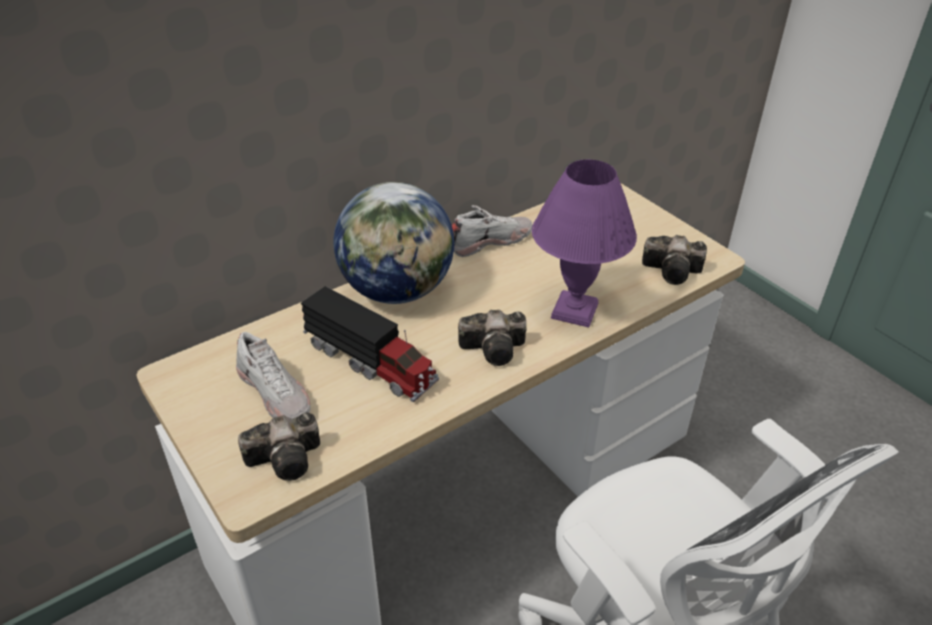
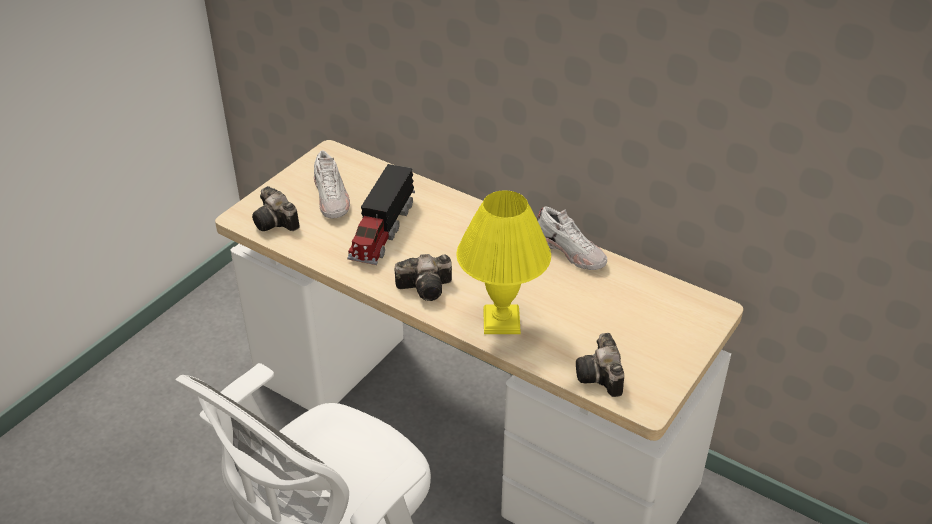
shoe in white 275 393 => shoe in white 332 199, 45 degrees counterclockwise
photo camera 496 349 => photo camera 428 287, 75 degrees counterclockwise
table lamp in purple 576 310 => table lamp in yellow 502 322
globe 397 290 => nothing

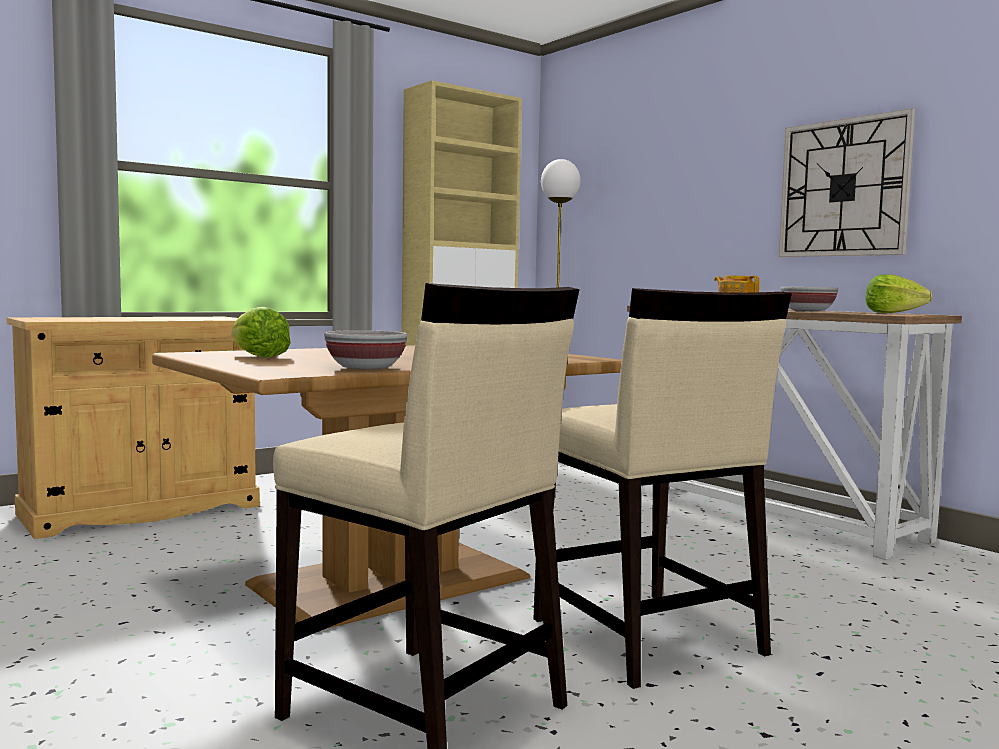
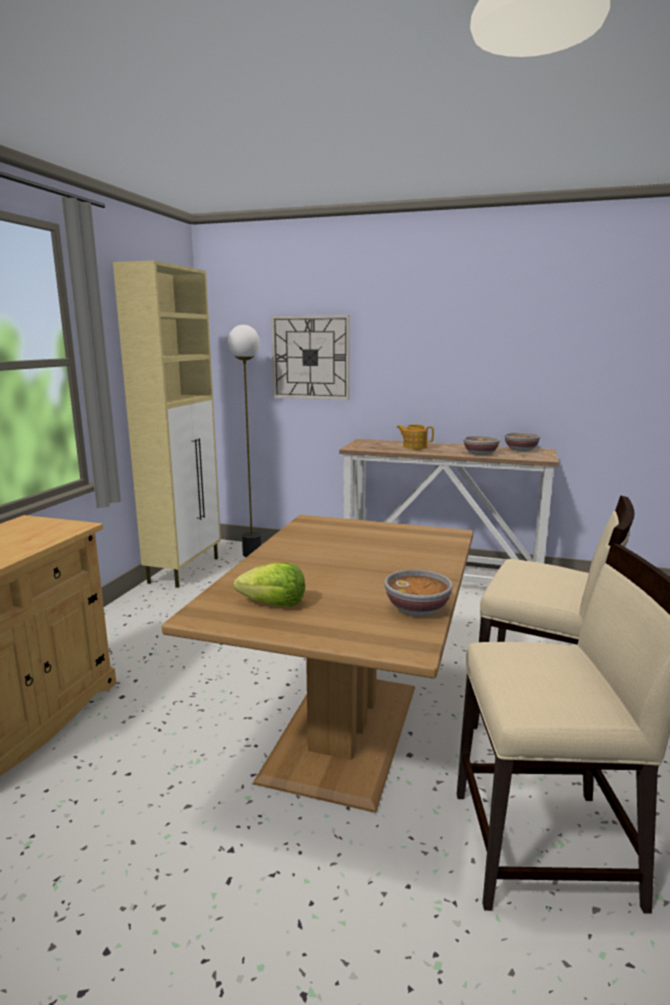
wall clock 844 188 => wall clock 310 357, move
lettuce 893 313 => bowl 520 449

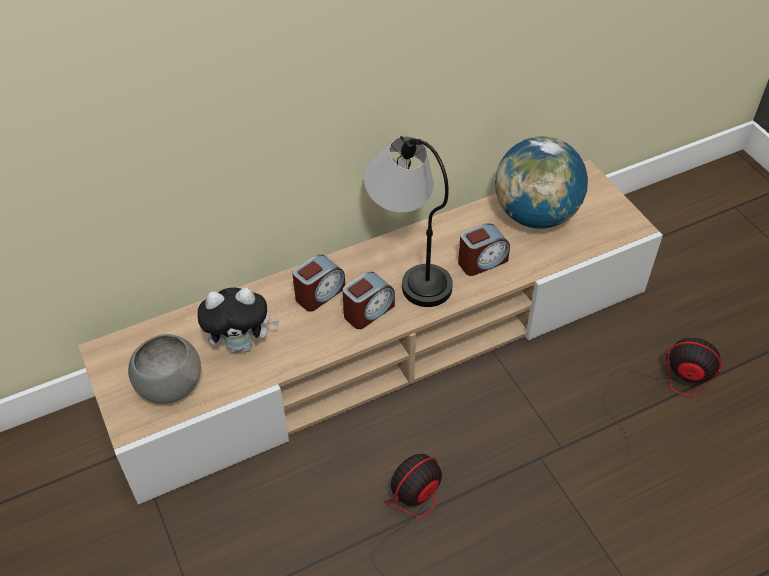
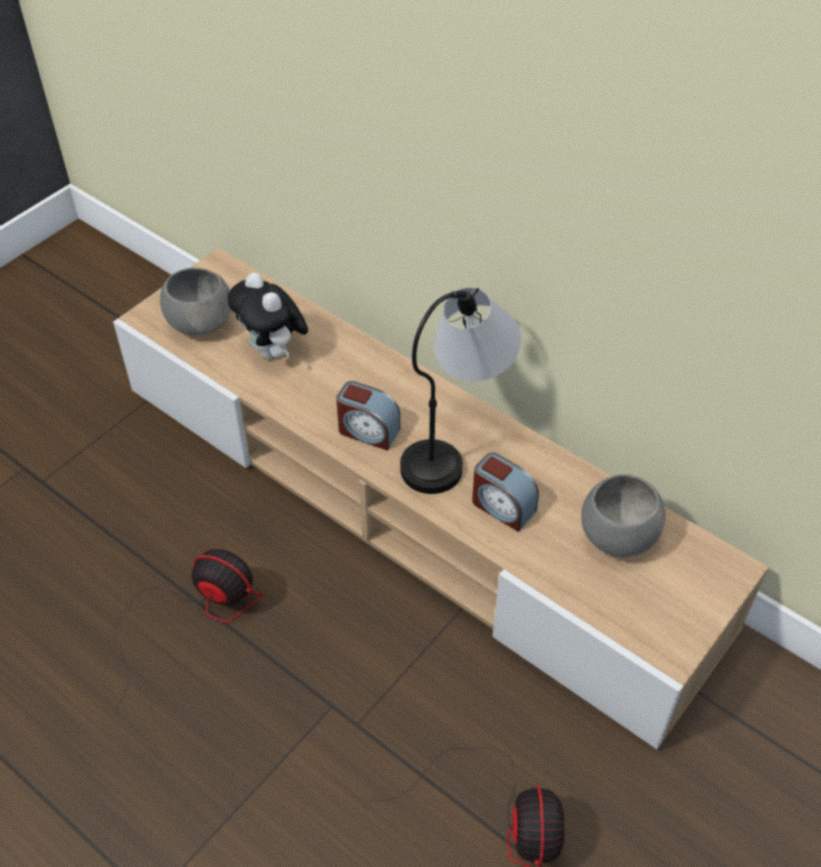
globe 535 215 => bowl in grey 616 536
alarm clock 319 294 => nothing

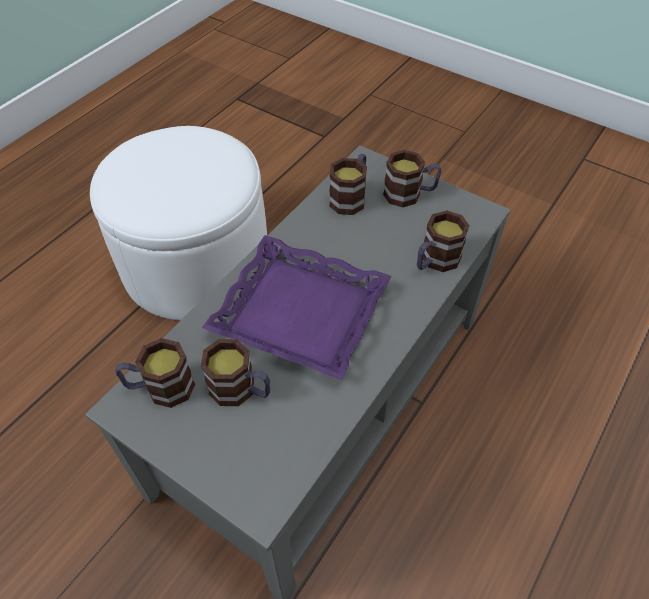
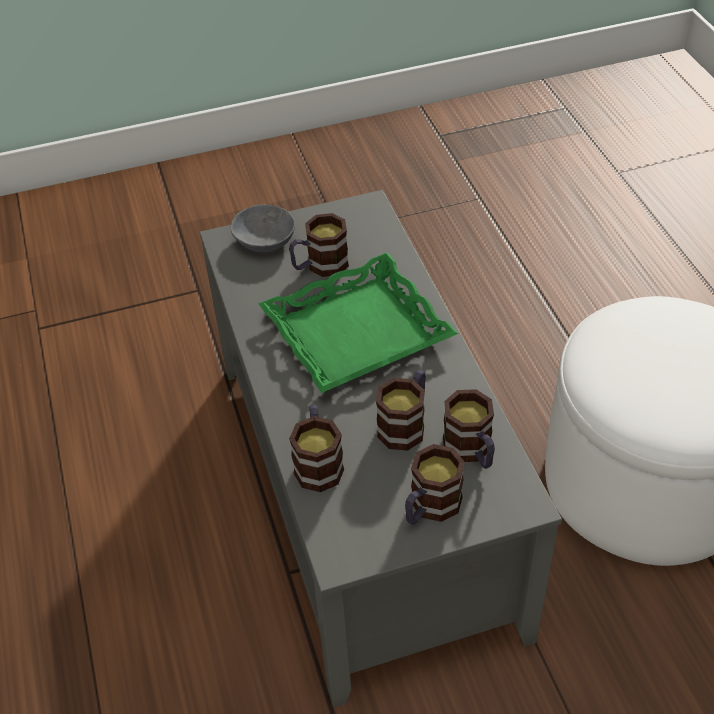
nothing => bowl in grey 262 241
tray in purple 299 313 => tray in green 356 331
mug 160 388 => mug 406 424, move

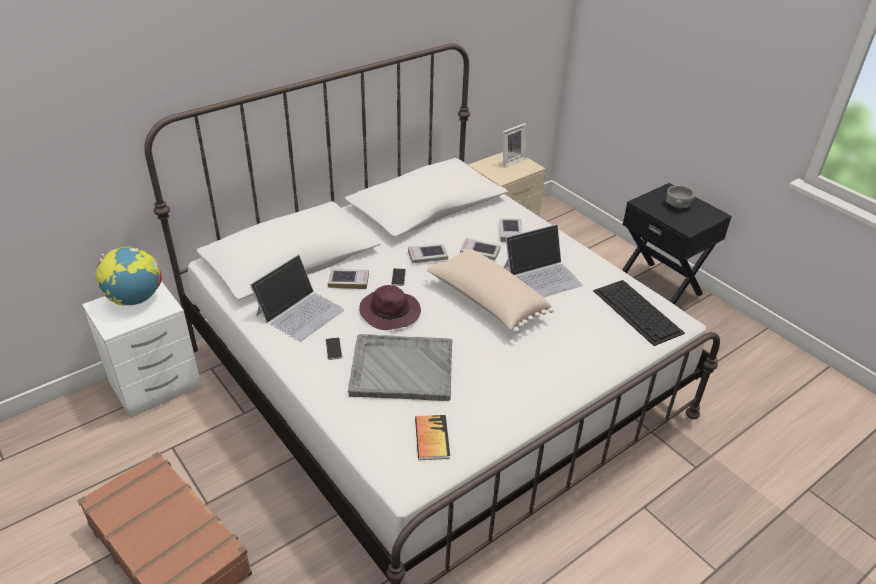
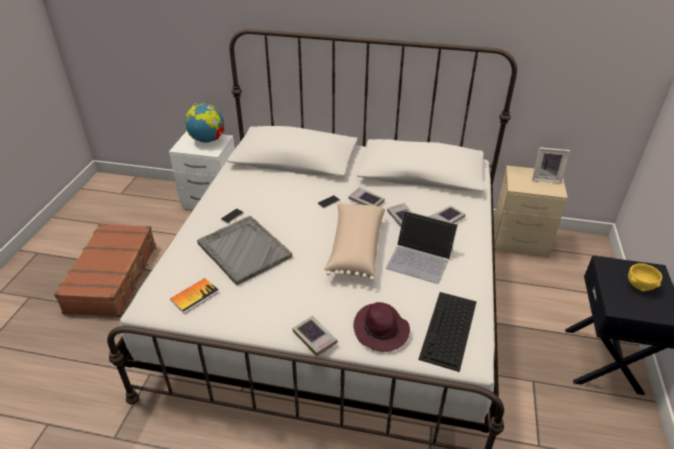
book 349 281 => book 314 338, move
hat in purple 391 313 => hat in purple 381 330, move
bowl in grey 677 205 => bowl in yellow 640 285
laptop 300 312 => nothing

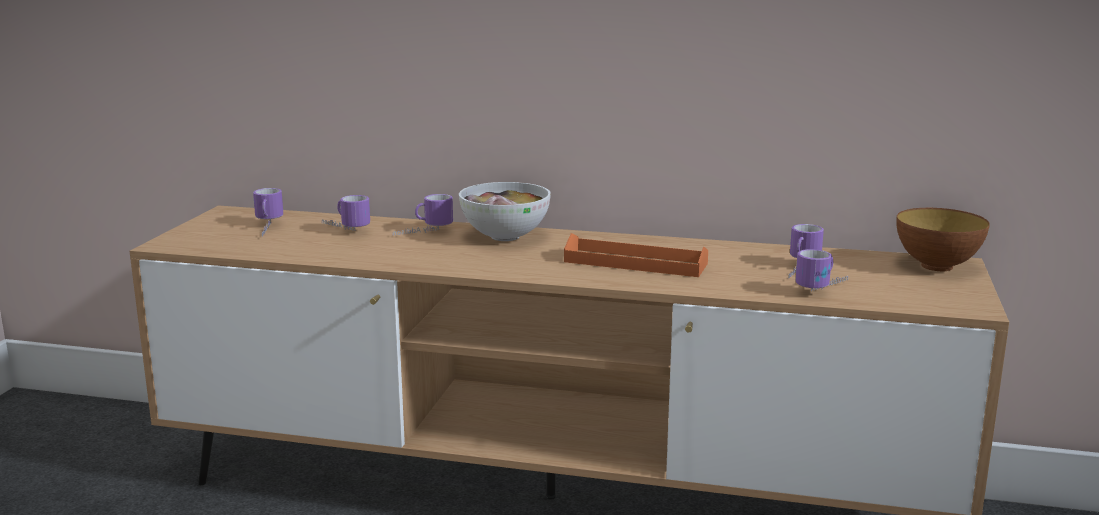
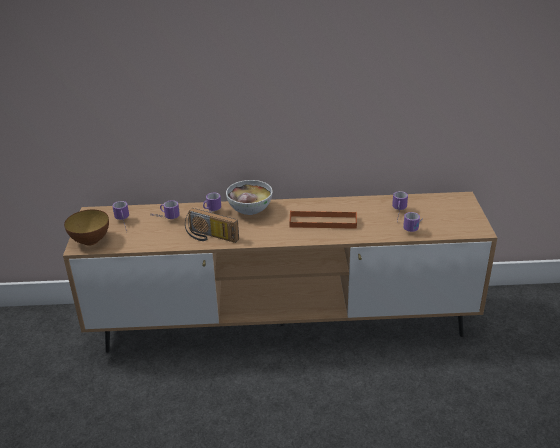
bowl 937 266 => bowl 90 241, move
nothing => radio 210 237

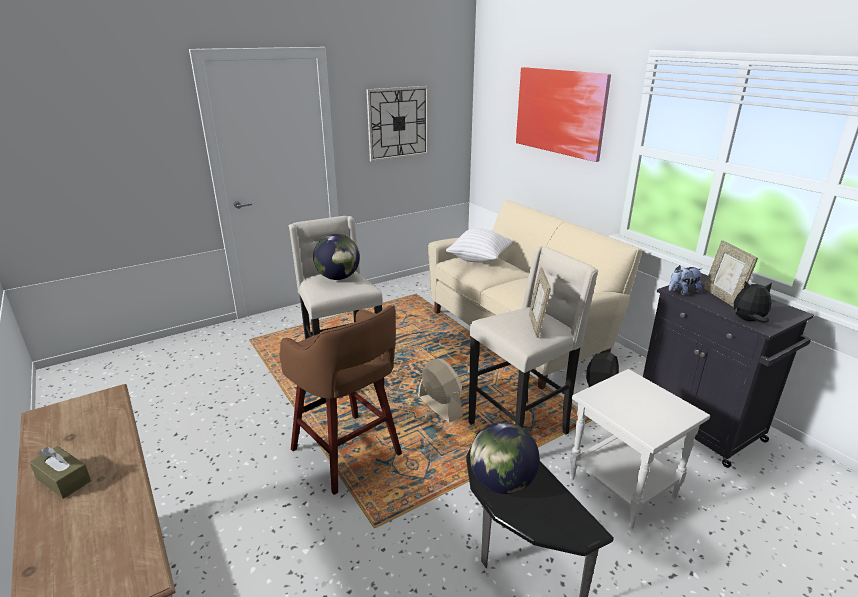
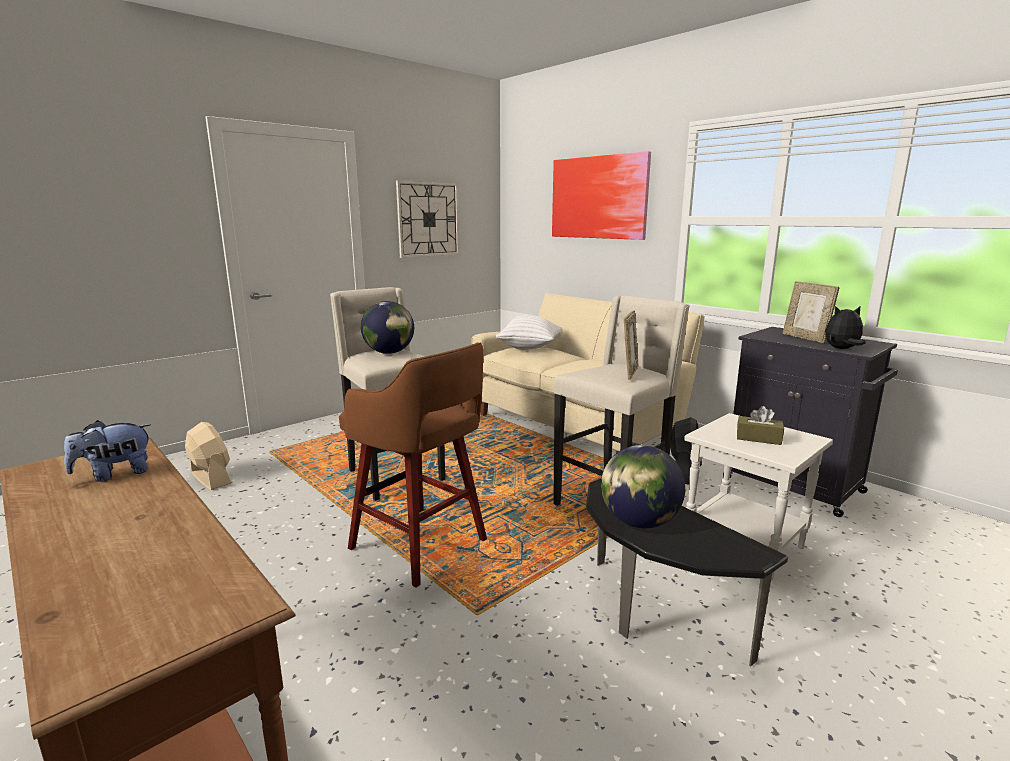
plush toy 682 292 => plush toy 115 474, move
fan in beige 439 406 => fan in beige 210 478, move
picture frame 536 326 => picture frame 629 373, 150 degrees counterclockwise
tissue box in brown 63 480 => tissue box in brown 758 438, move

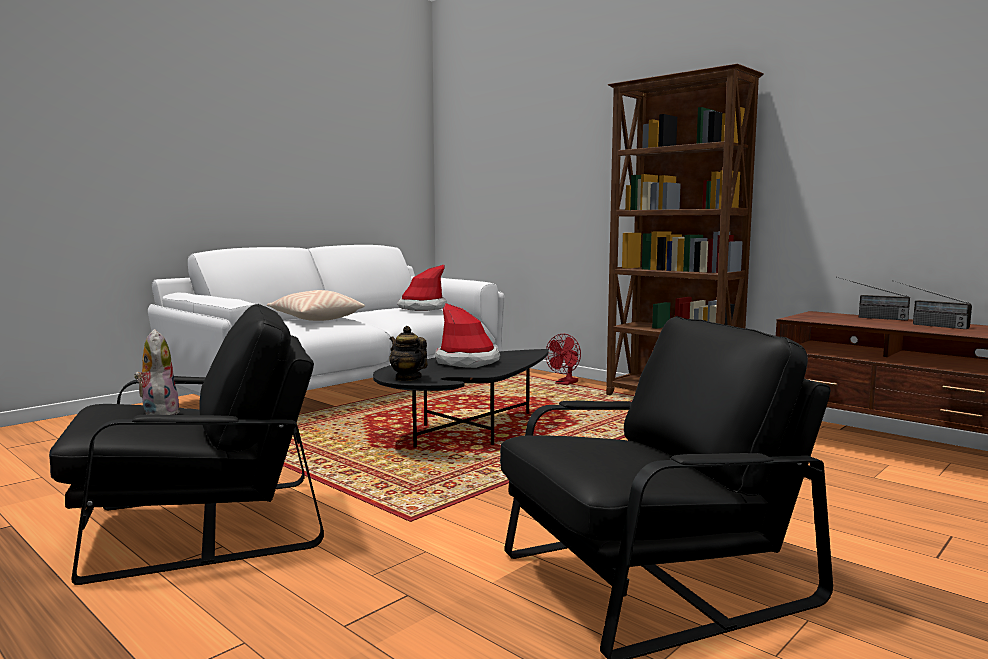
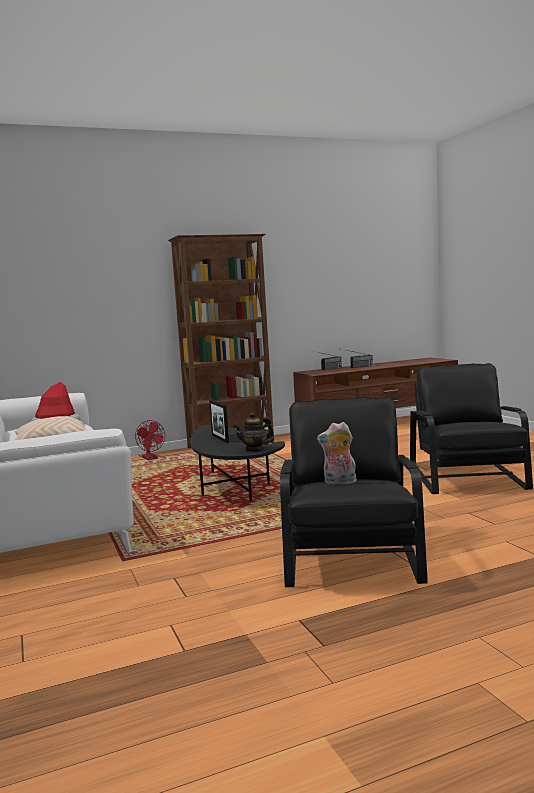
hat 467 362 => picture frame 220 438

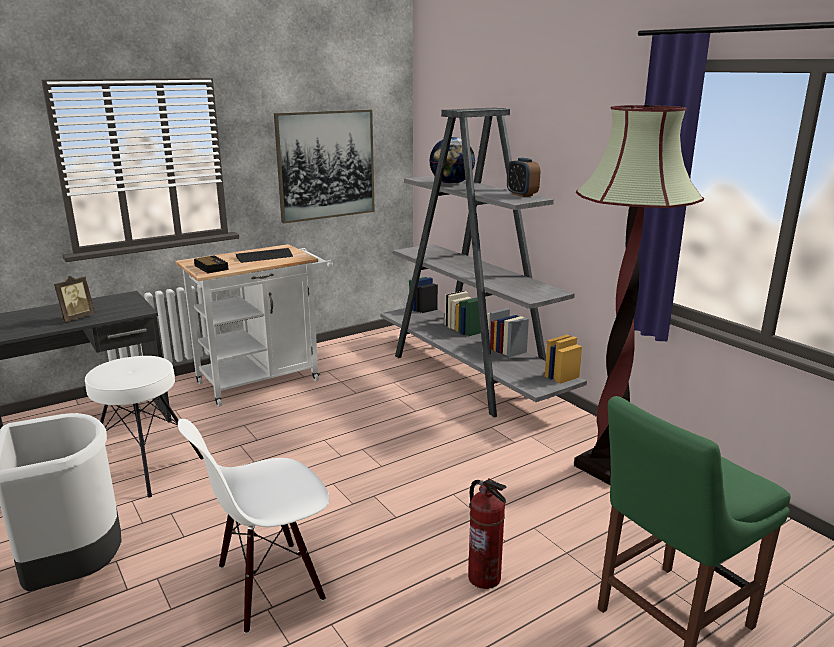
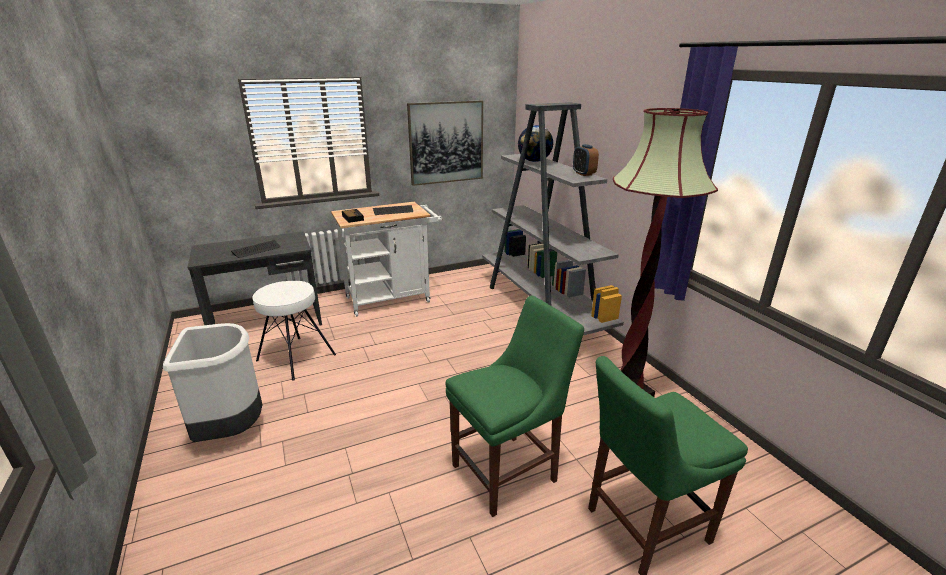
picture frame 76 318 => keyboard 256 250
fire extinguisher 485 577 => chair in green 509 471
chair in white 269 584 => nothing

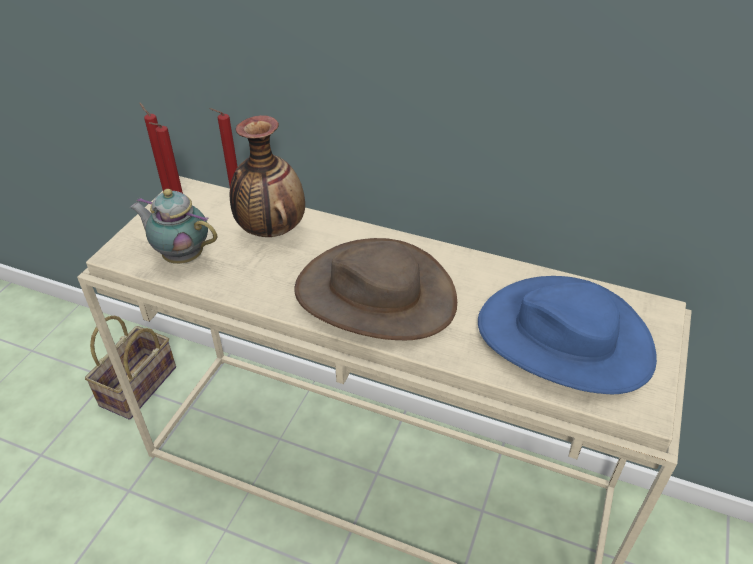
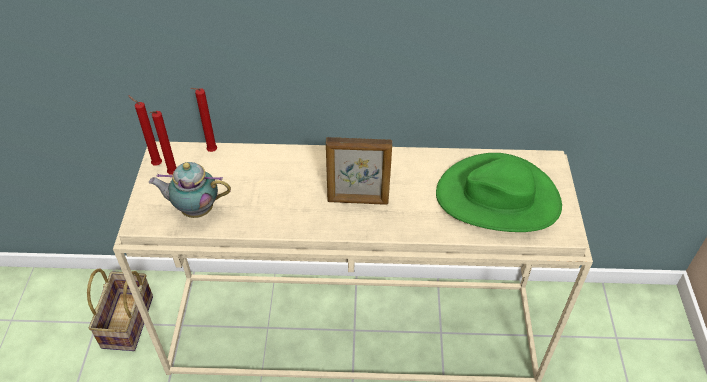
hat in brown 375 294 => picture frame 358 201
hat in blue 564 338 => hat in green 498 198
vase 270 230 => nothing

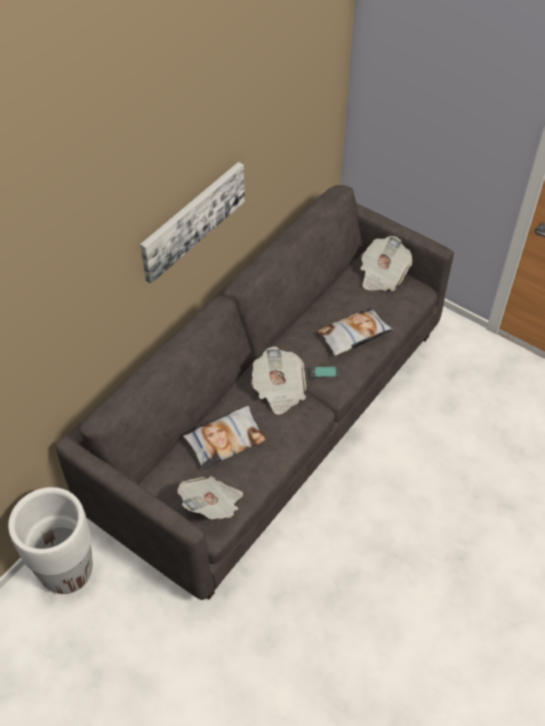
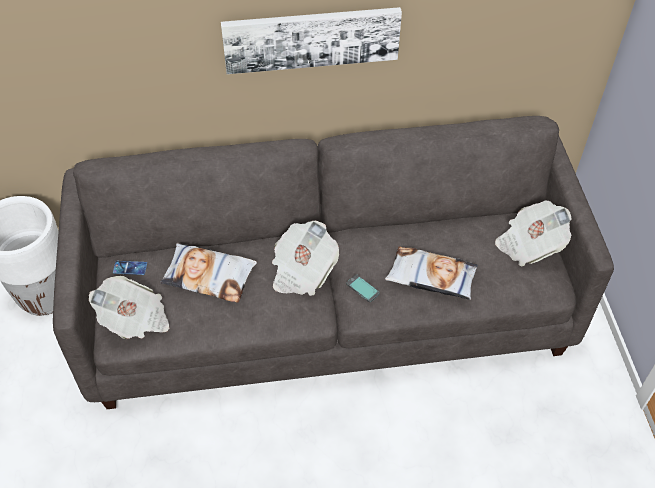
nothing => phone 130 268

